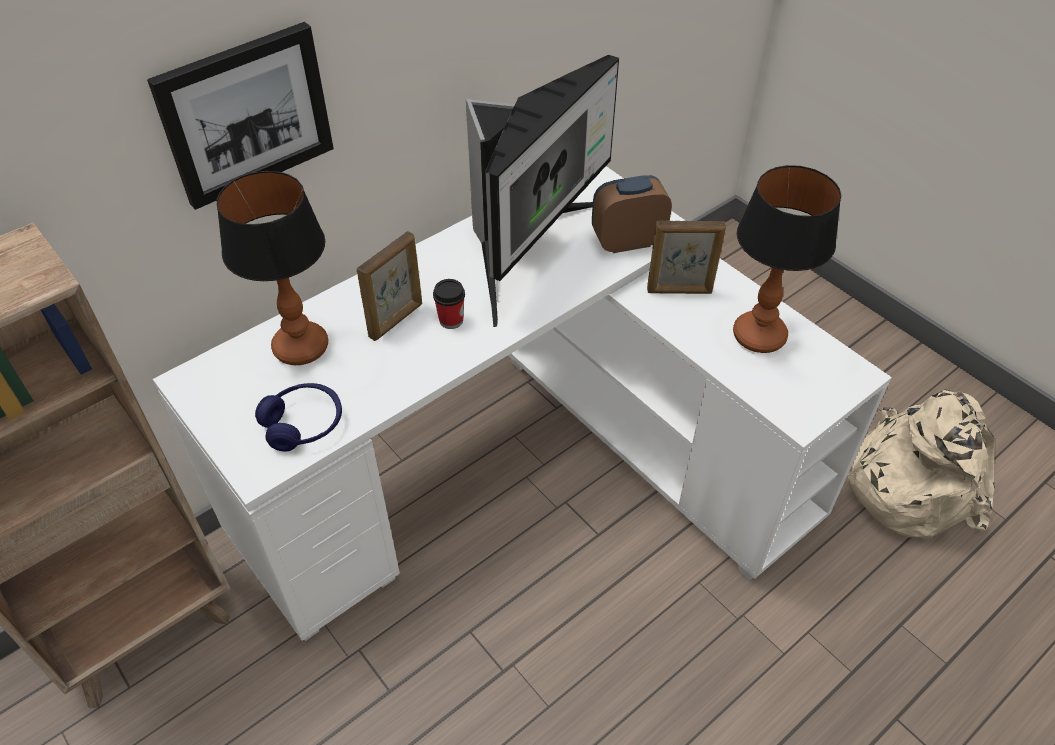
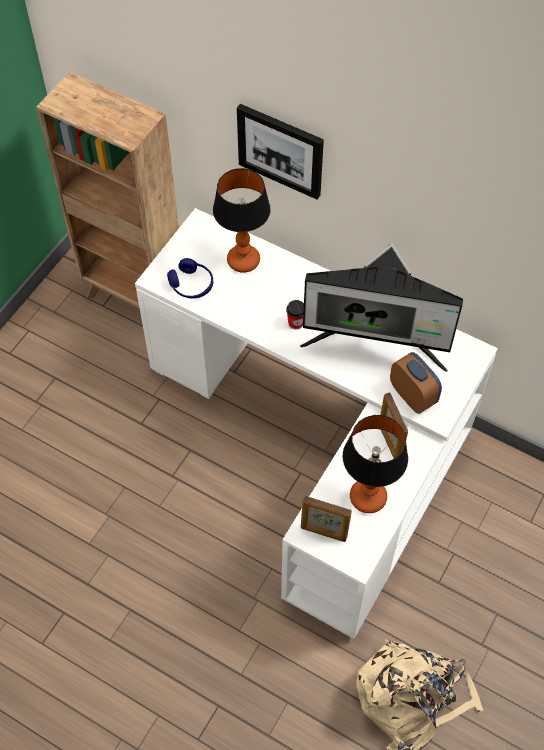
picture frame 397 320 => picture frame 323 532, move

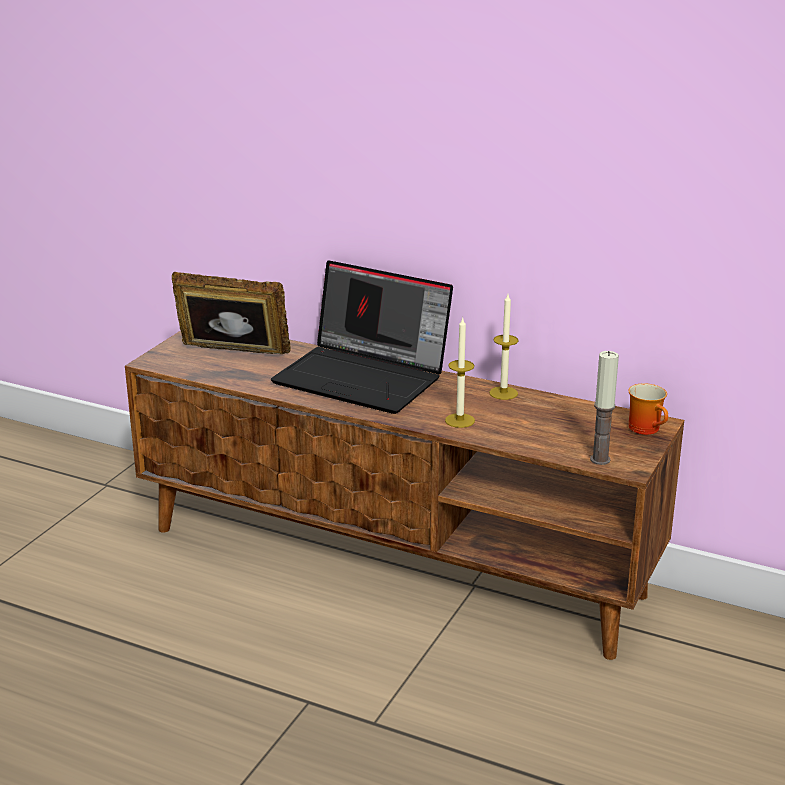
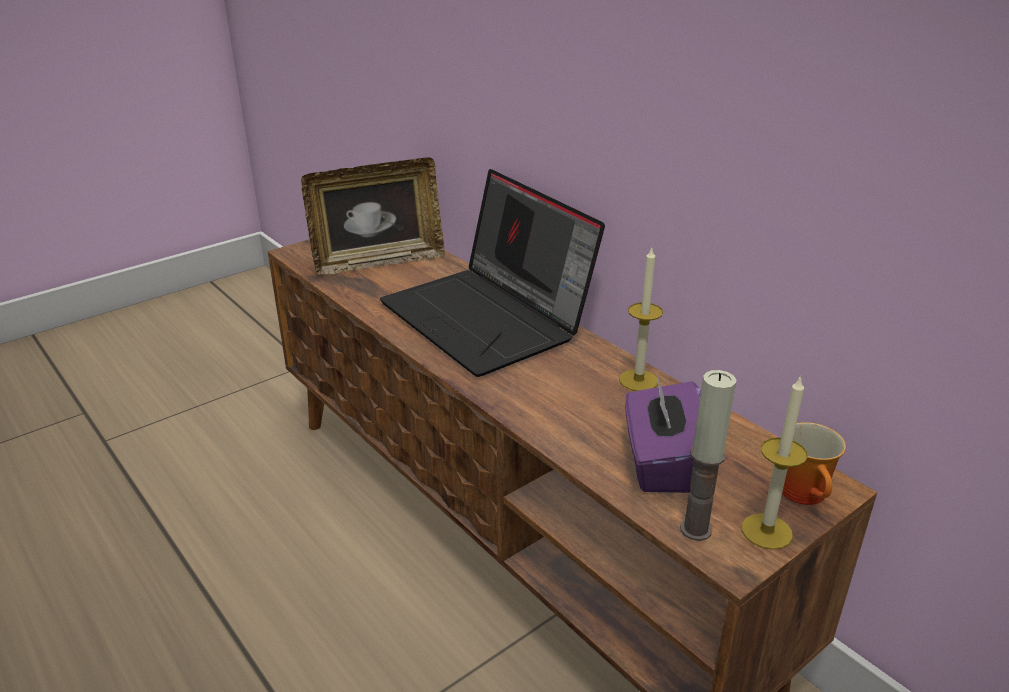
picture frame 232 355 => picture frame 378 261, 120 degrees clockwise
nothing => tissue box in purple 662 463
candle 459 420 => candle 766 531, move

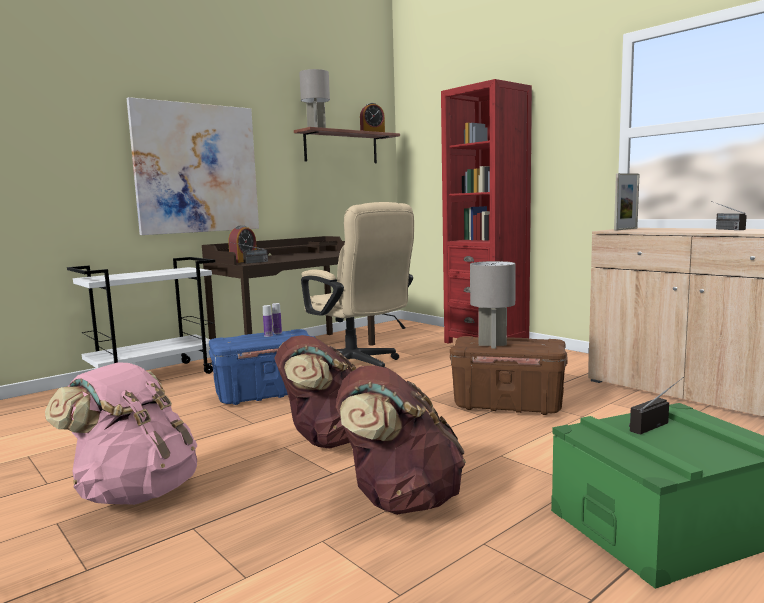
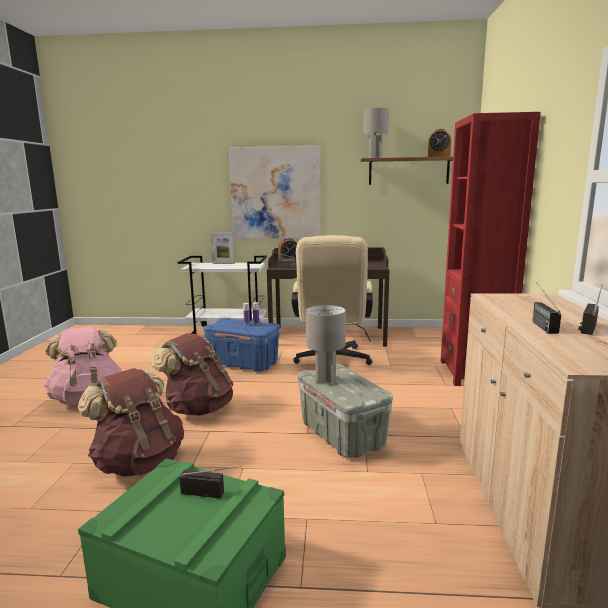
picture frame 625 229 => picture frame 223 263, move
storage box in brown 508 405 => storage box in grey 343 435
nothing => radio 539 324

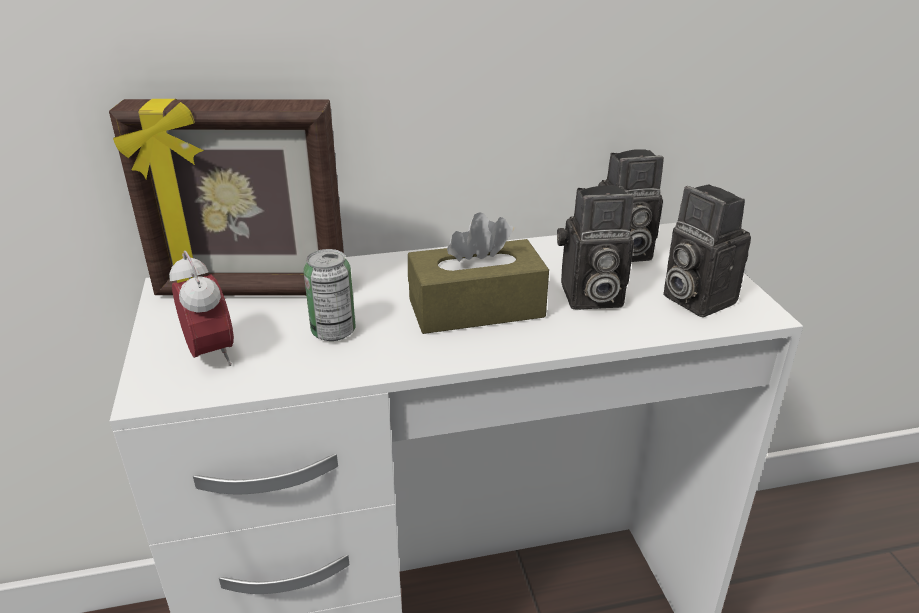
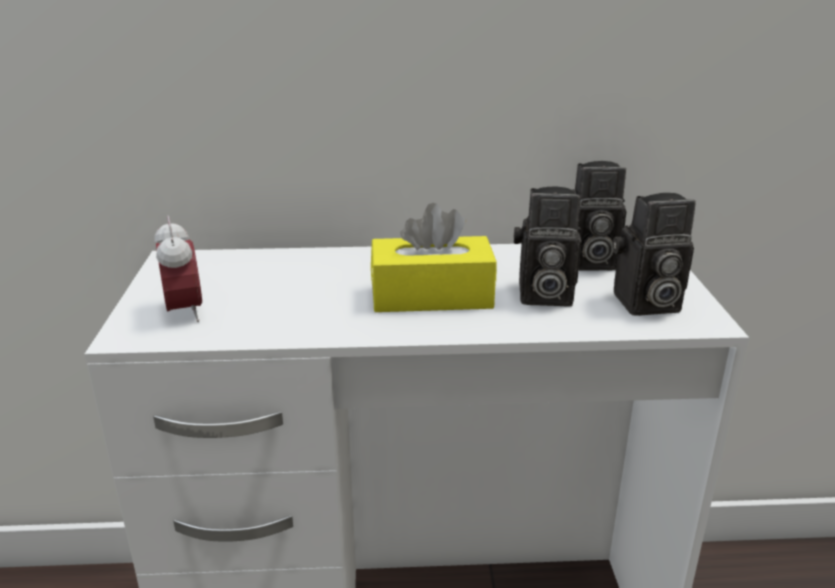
tissue box in brown 476 308 => tissue box in yellow 431 296
photo camera 693 298 => photo camera 644 304, 75 degrees counterclockwise
picture frame 251 291 => nothing
can 333 332 => nothing

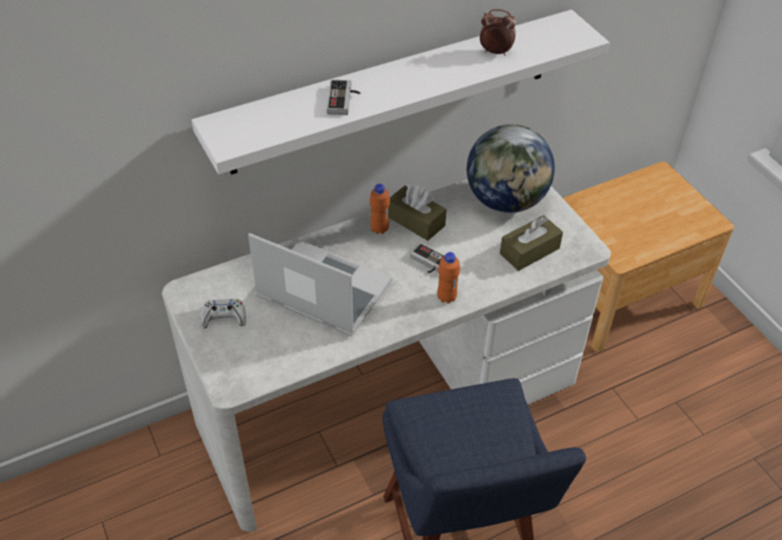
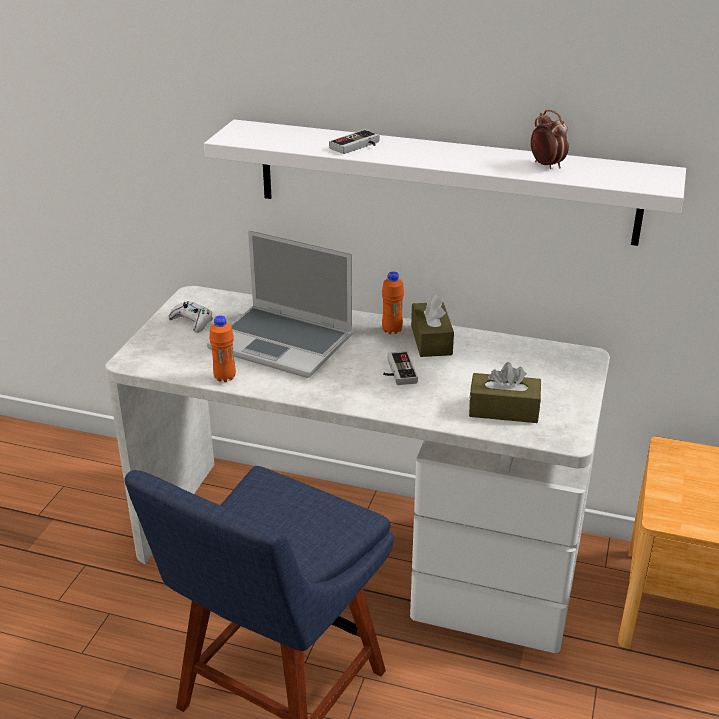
laptop 322 291 => laptop 284 343, 135 degrees clockwise
bottle in orange 446 297 => bottle in orange 225 377, move
globe 506 201 => nothing

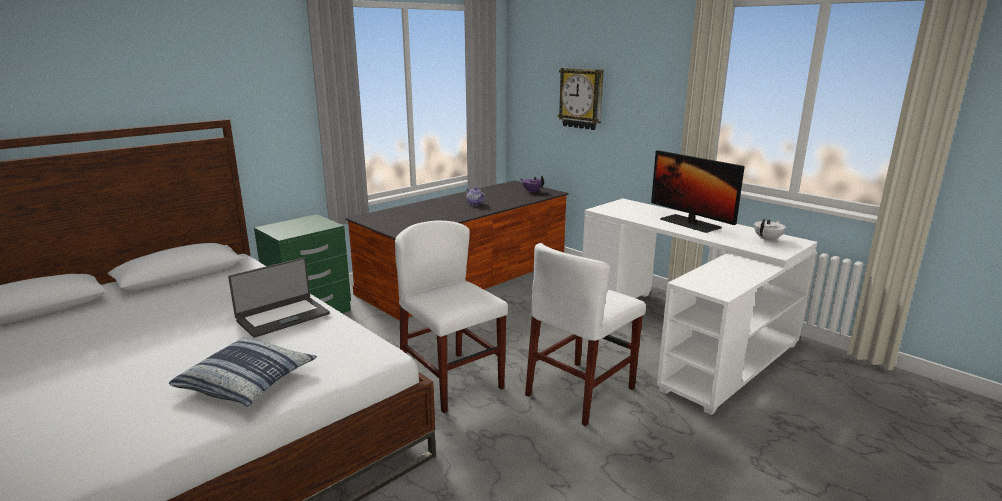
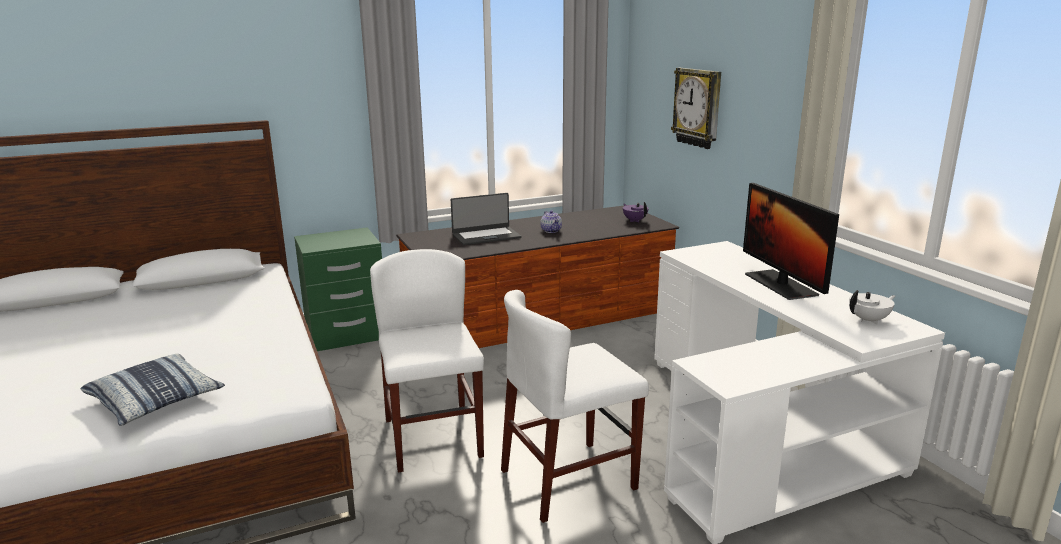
laptop 282 317 => laptop 486 236, move

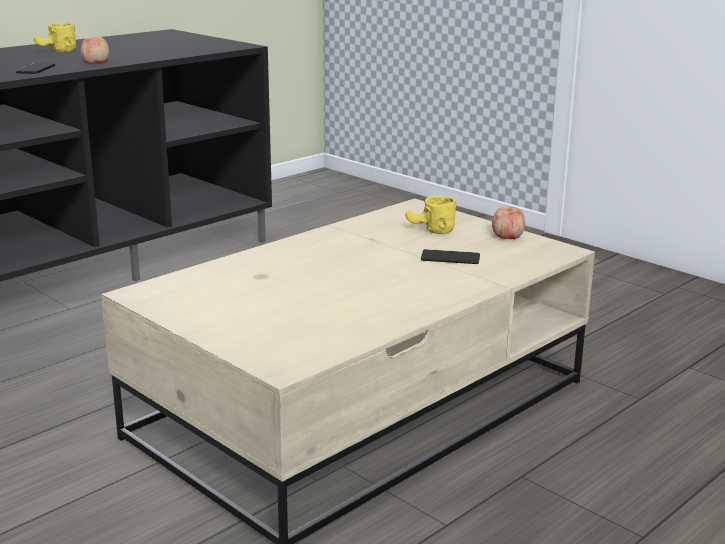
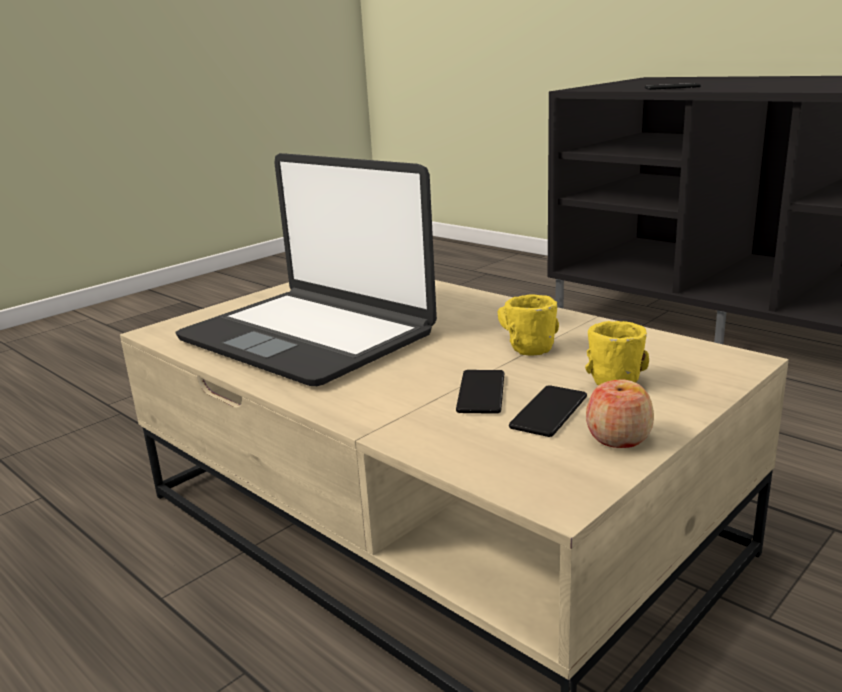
nothing => laptop 308 337
mug in yellow 57 51 => mug in yellow 520 345, move
nothing => phone 549 412
apple 96 62 => nothing

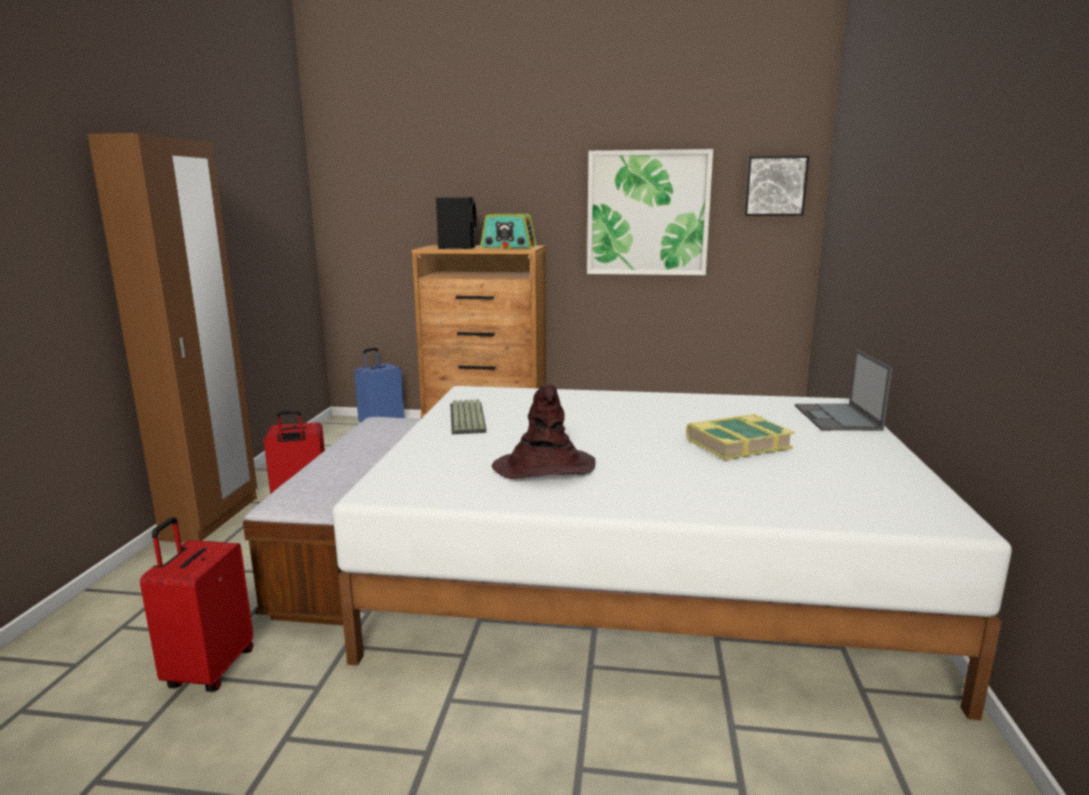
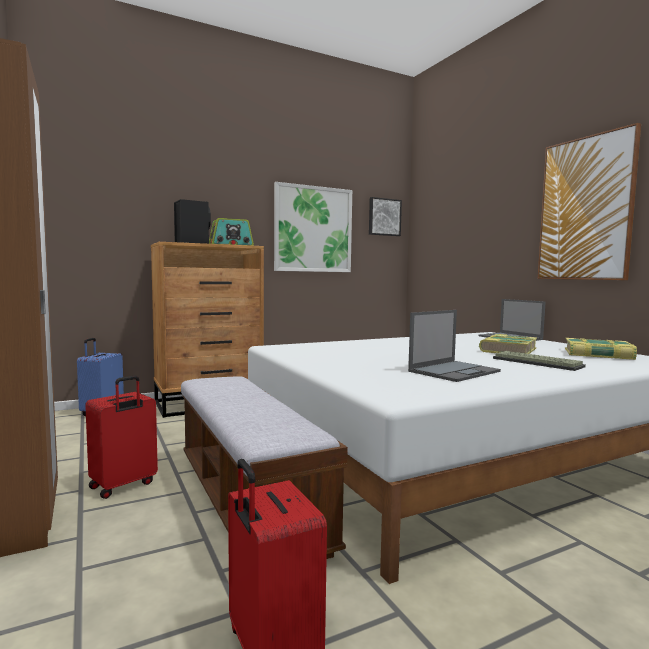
hat in brown 544 467 => laptop 454 371
keyboard 469 418 => keyboard 538 362, move
nothing => picture 585 209
nothing => book 598 354

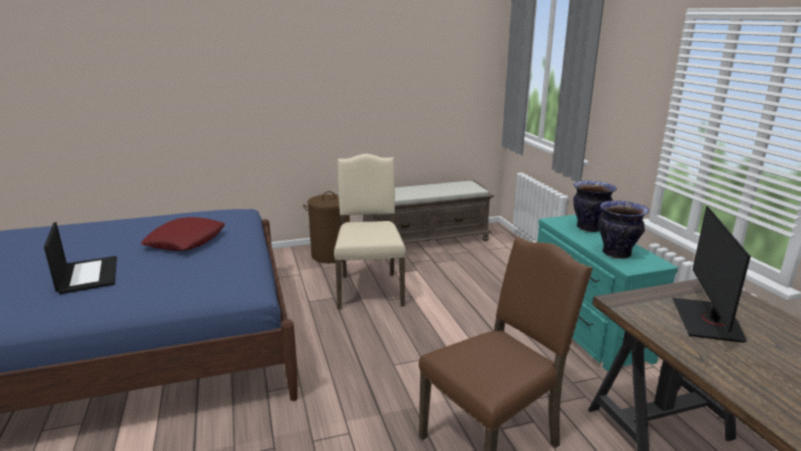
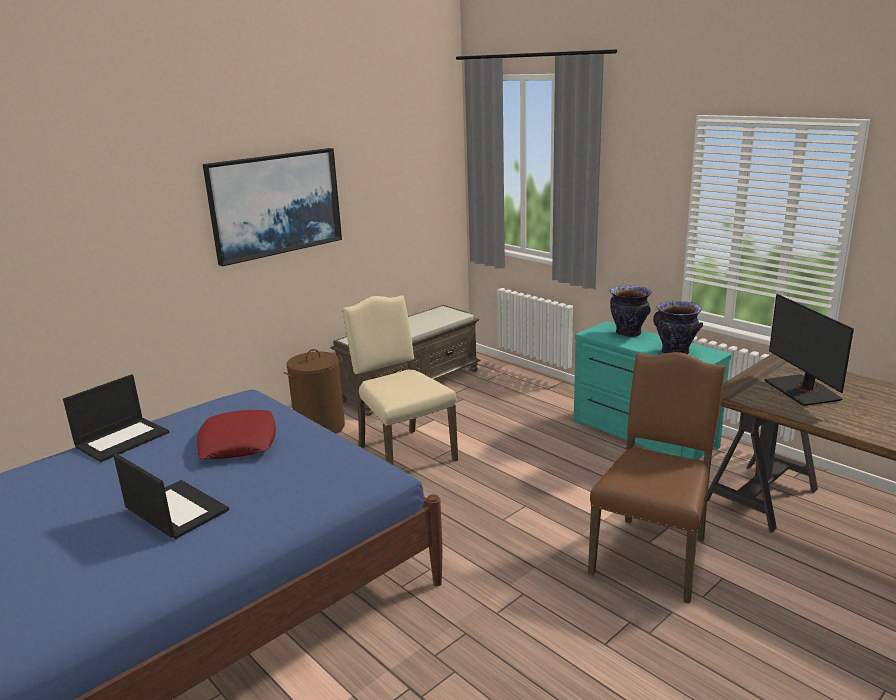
nothing => laptop 122 439
nothing => picture 275 204

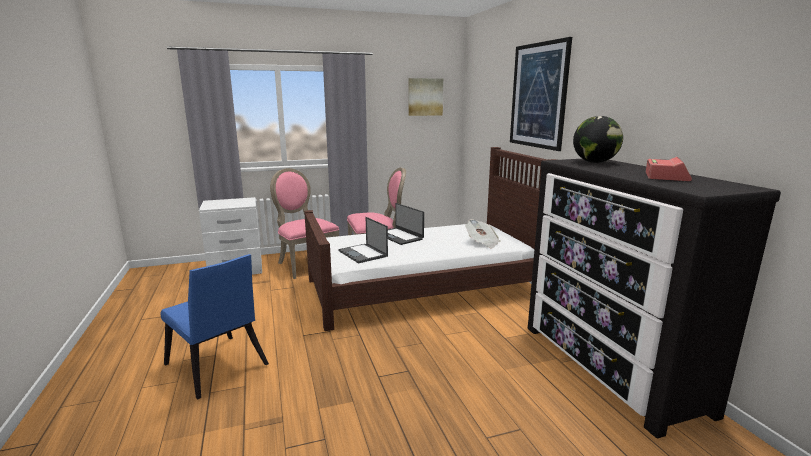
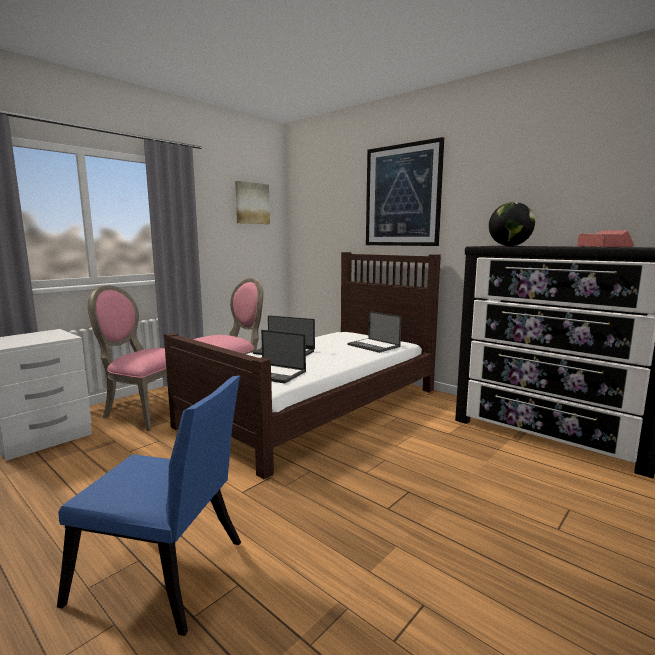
newspaper 482 243 => laptop 374 346

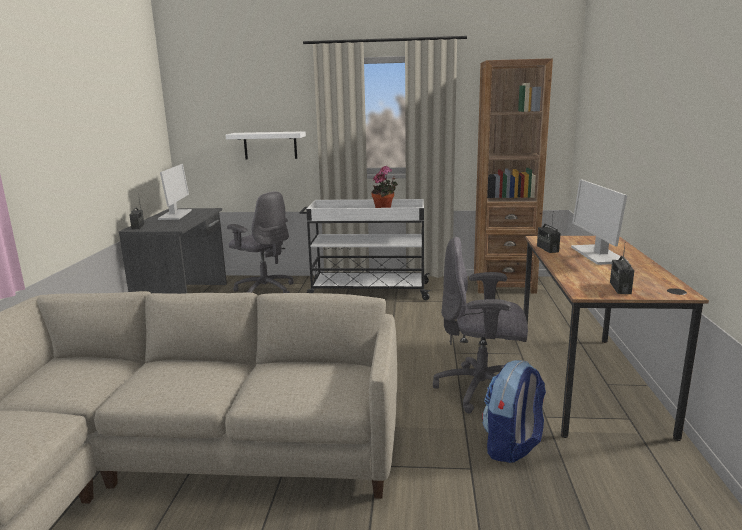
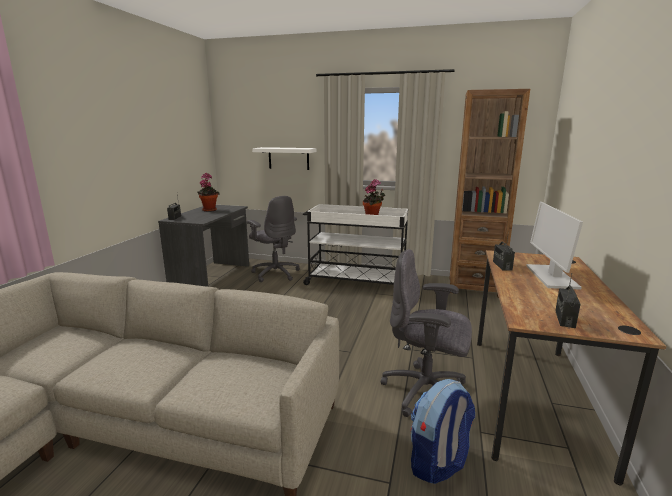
monitor 175 215 => potted plant 209 210

